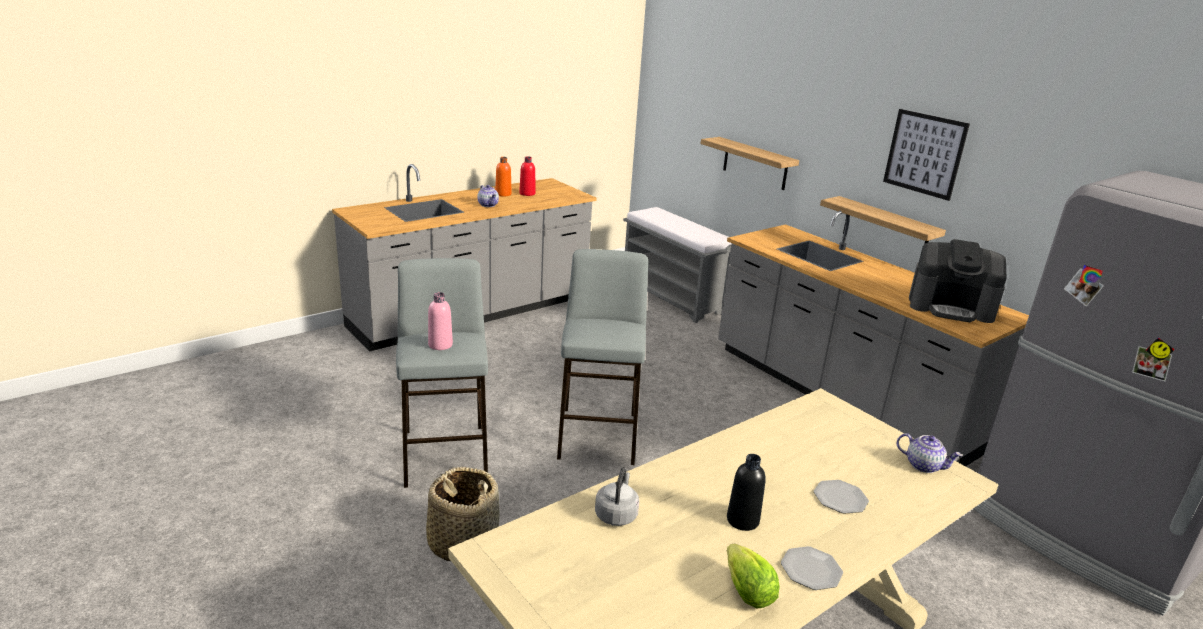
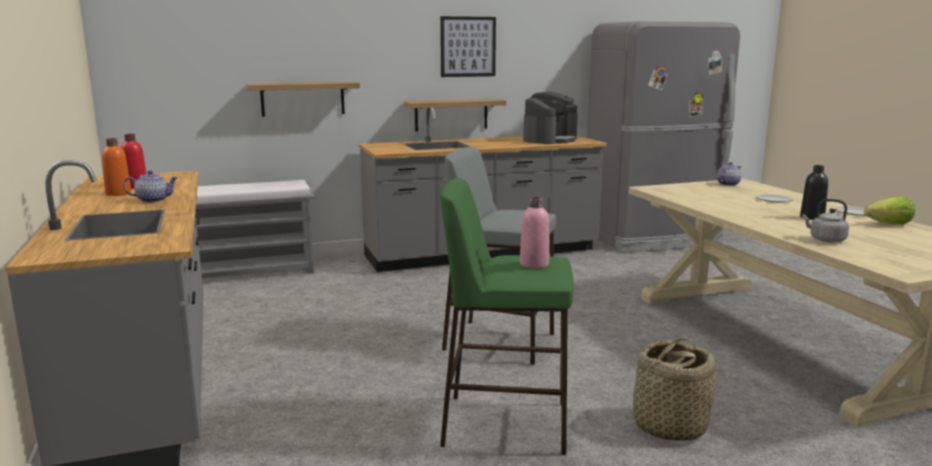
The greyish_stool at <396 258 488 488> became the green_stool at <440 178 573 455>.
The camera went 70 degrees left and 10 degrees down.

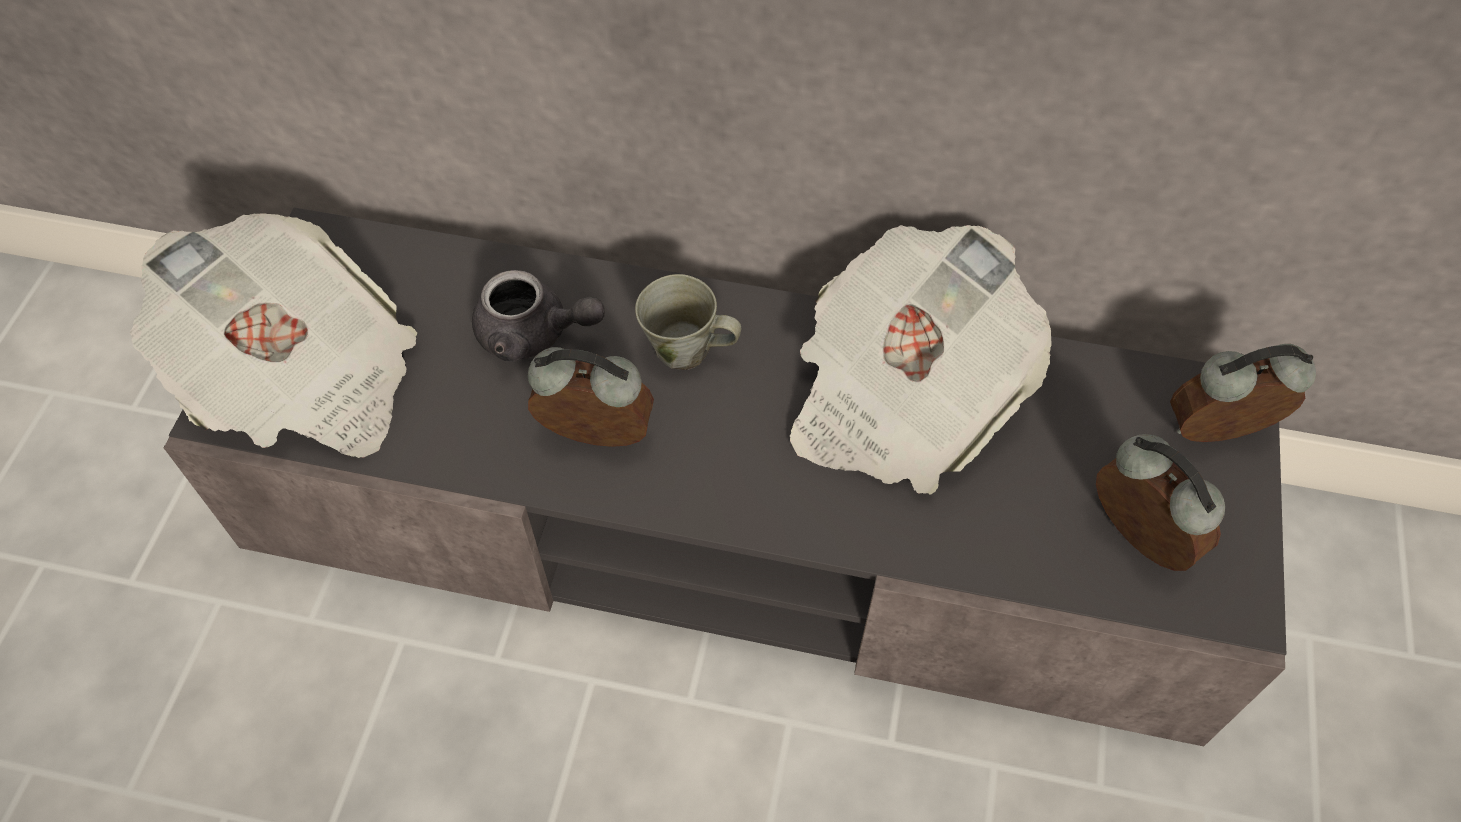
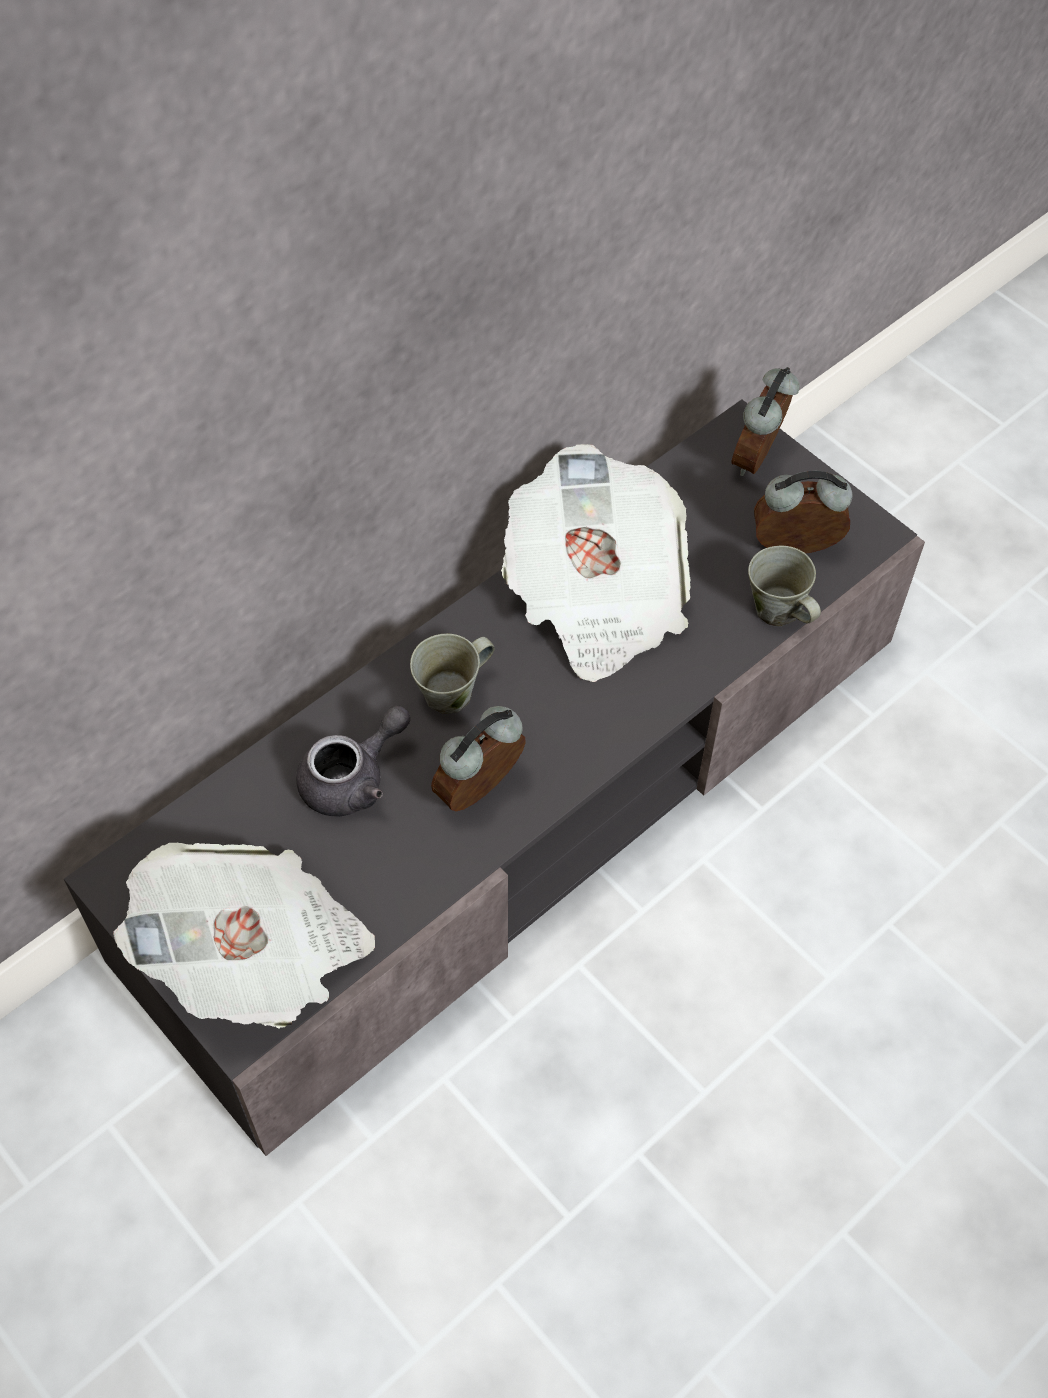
The greyish_tea_mug at <748 546 821 626> appeared.
The camera went 55 degrees left and 0 degrees up.

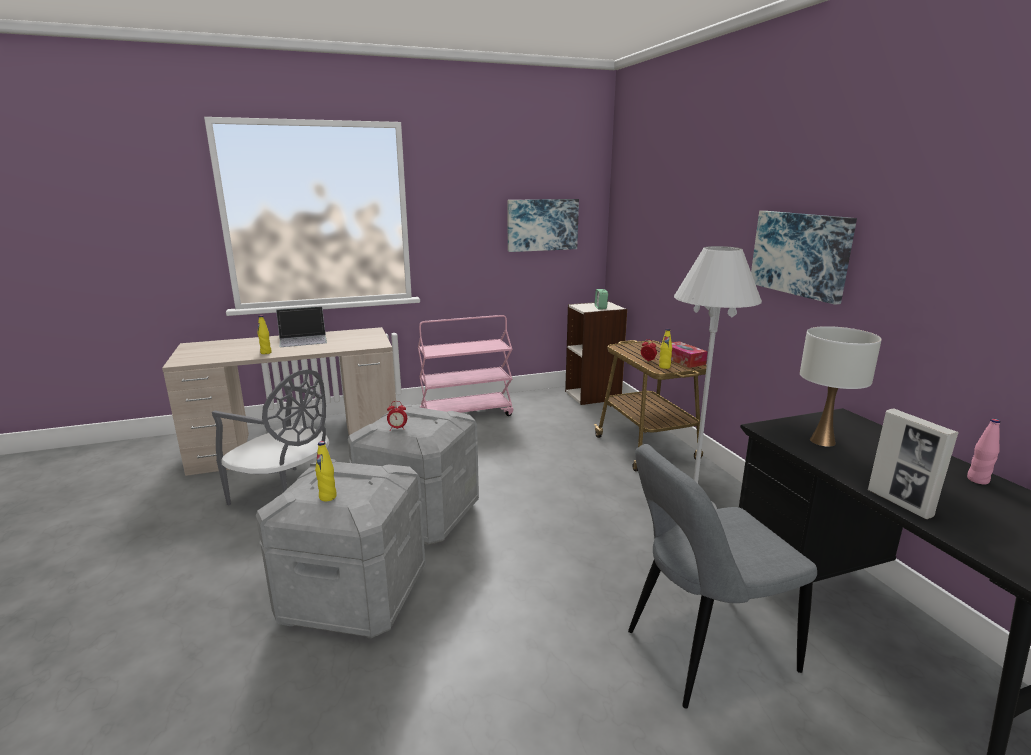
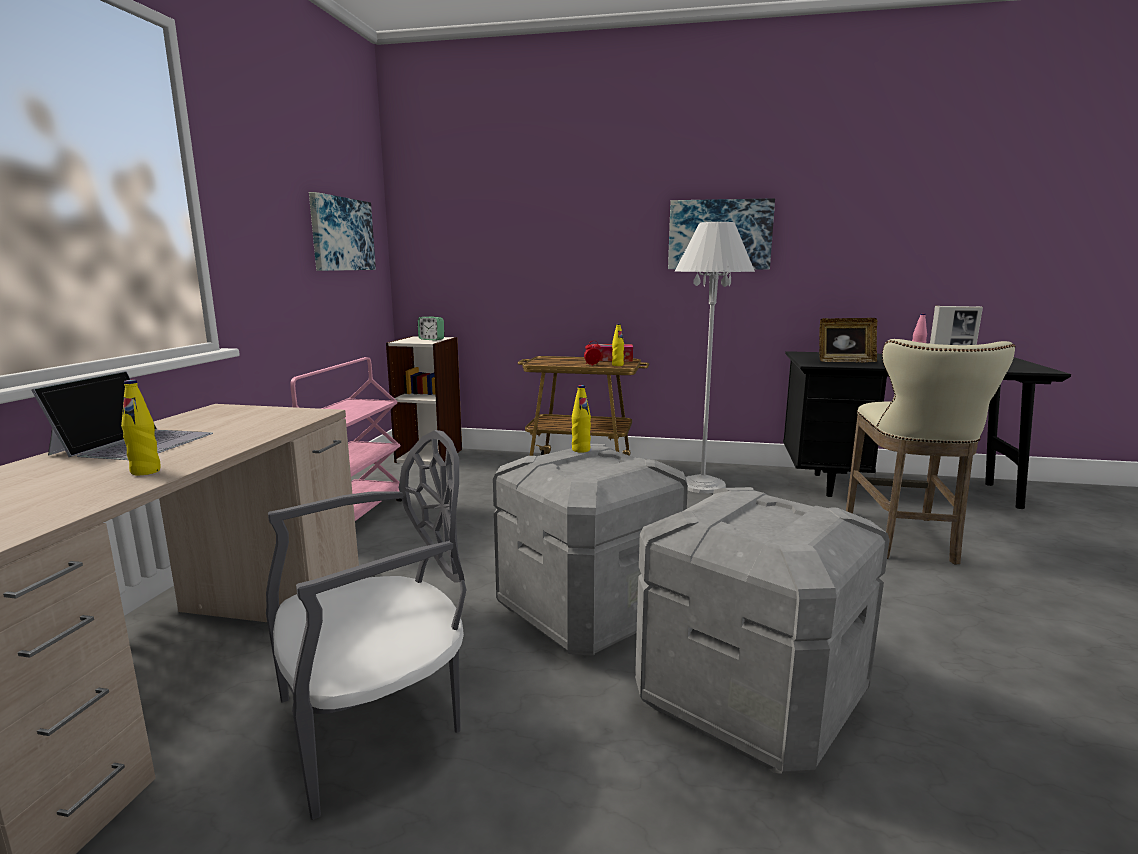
The whitish_tabletop_lamp at <800 326 882 447> was replaced by the picture_frame at <819 318 877 362>.
The table_clock at <387 401 407 431> disappeared.
The yellowish_bottle moved from <315 441 337 501> to <572 385 591 452>.
The greyish_chair at <628 444 817 708> was replaced by the beige-coloured_stool at <846 339 1015 564>.
The camera went 60 degrees left and 5 degrees down.

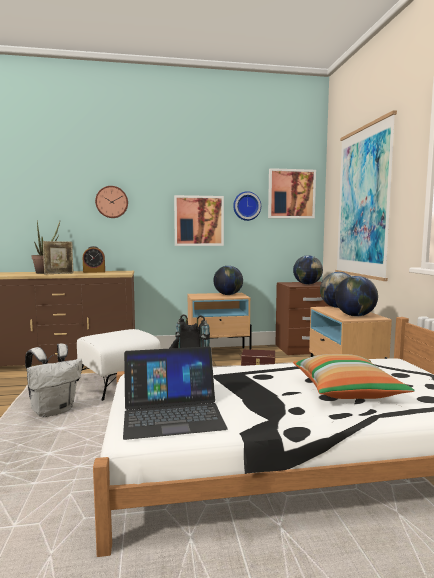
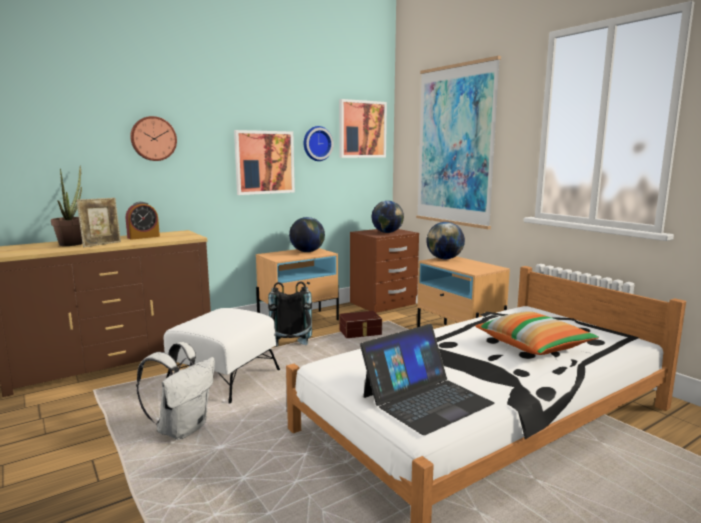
The desk_globe at <335 276 378 317> disappeared.
The camera went 25 degrees left and 5 degrees up.

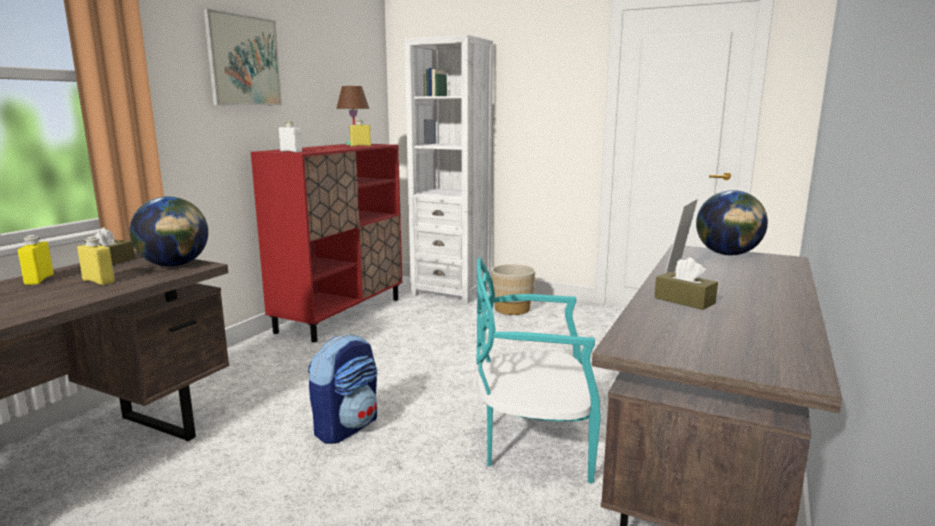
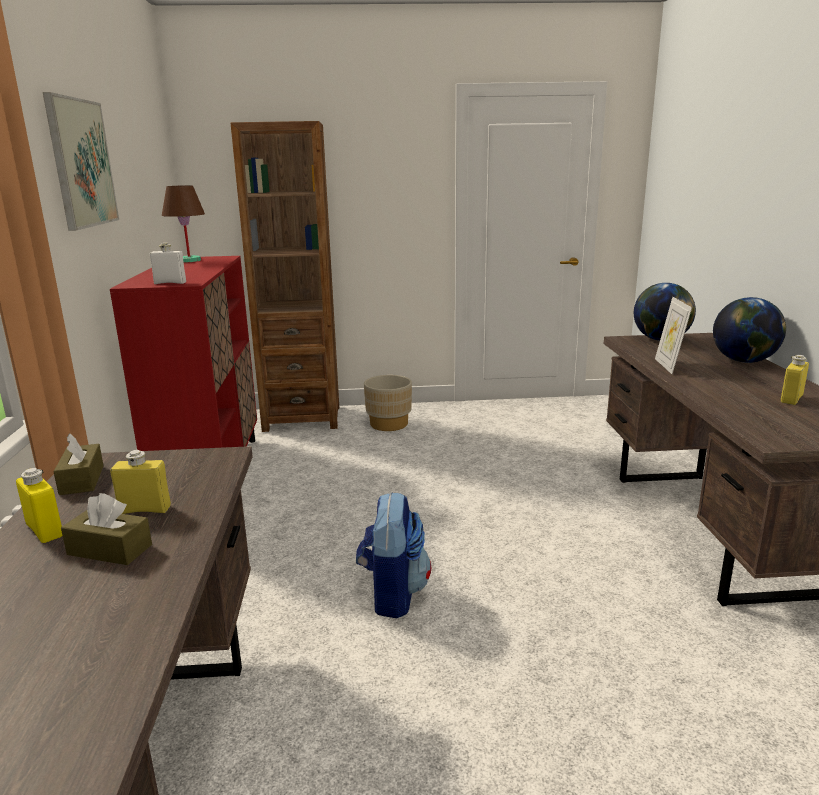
The whitish_bookcase at <404 35 493 304> became the brown_bookcase at <230 121 339 432>.
The yellowish_bottle moved from <349 119 371 147> to <781 355 809 405>.
The desk_globe moved from <130 197 208 267> to <713 297 786 363>.
The brown_tissue_box moved from <654 257 718 310> to <61 493 152 565>.
The turquoise_chair at <476 258 601 483> disappeared.
The camera went 30 degrees left and 5 degrees up.

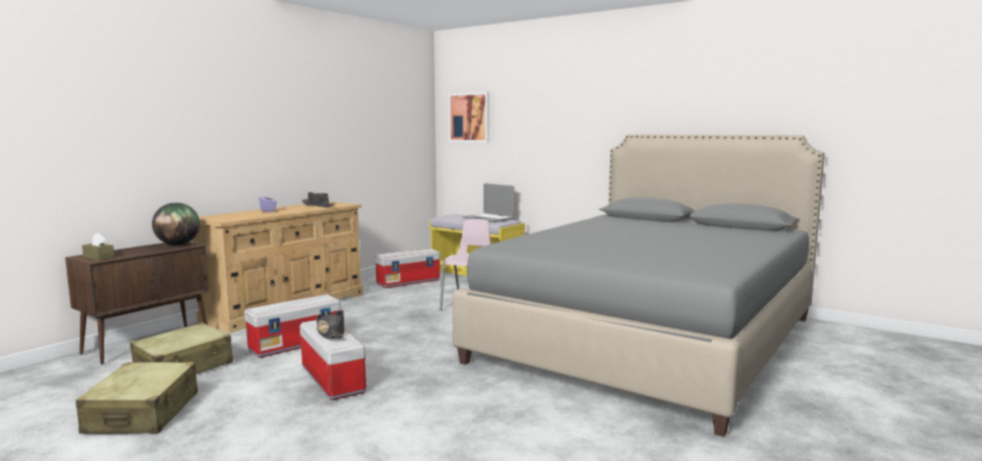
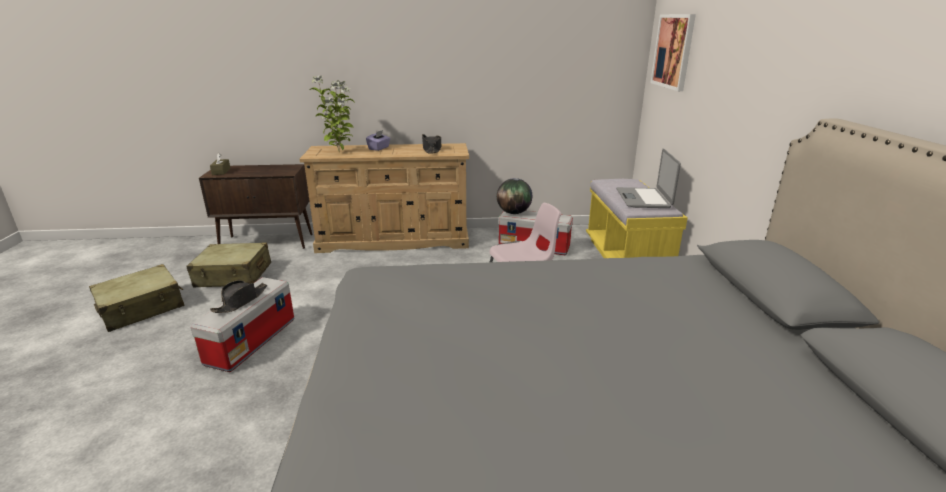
The desk_globe moved from <152 202 200 245> to <497 178 532 214>.
The storage_box at <244 294 341 358> disappeared.
The houseplant at <310 75 355 151> appeared.
The camera went 50 degrees right and 15 degrees up.

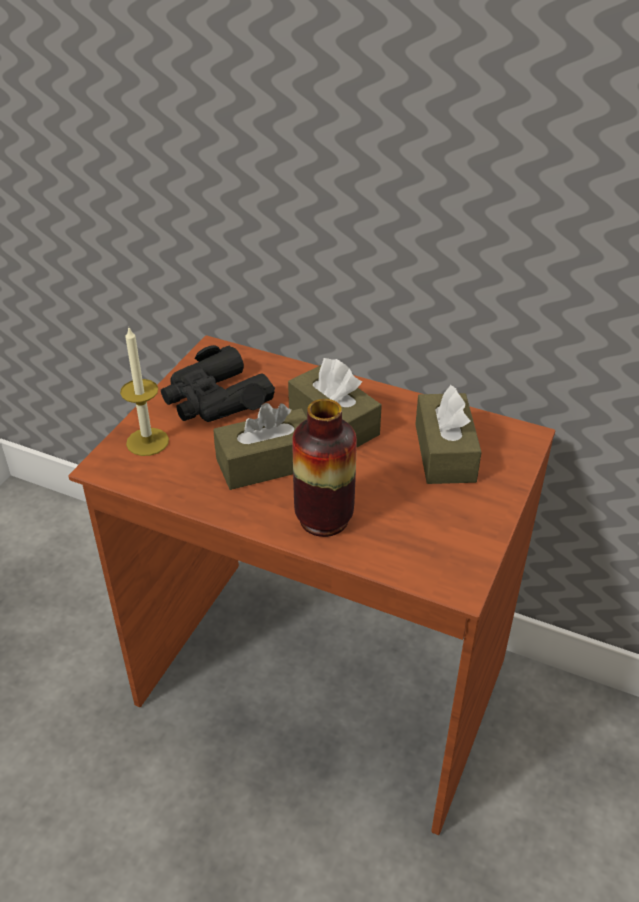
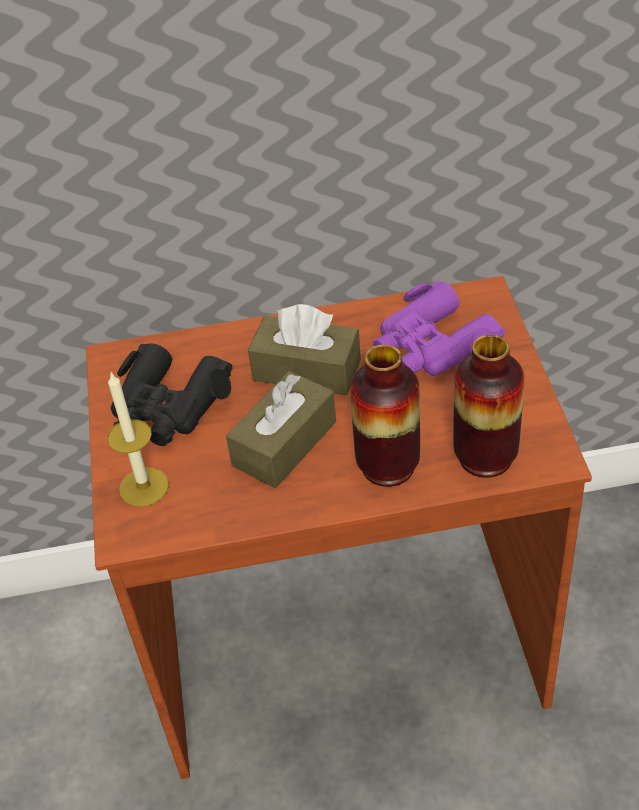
The brown_tissue_box at <415 385 482 484> was replaced by the purple_pair_of_binoculars at <373 280 505 376>.
The vase at <453 335 525 478> appeared.
The camera went 30 degrees left and 5 degrees up.

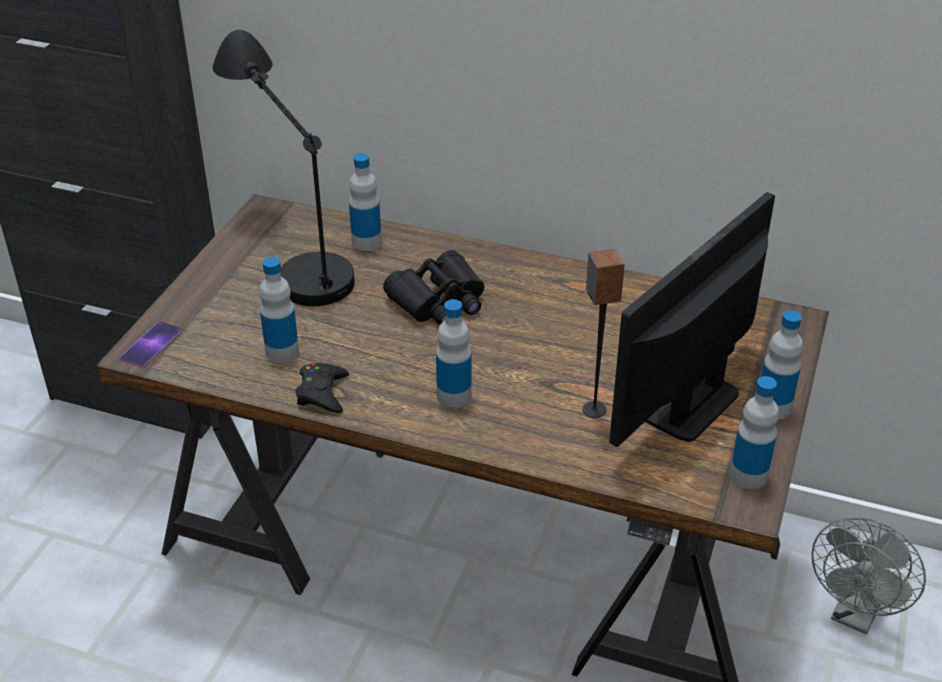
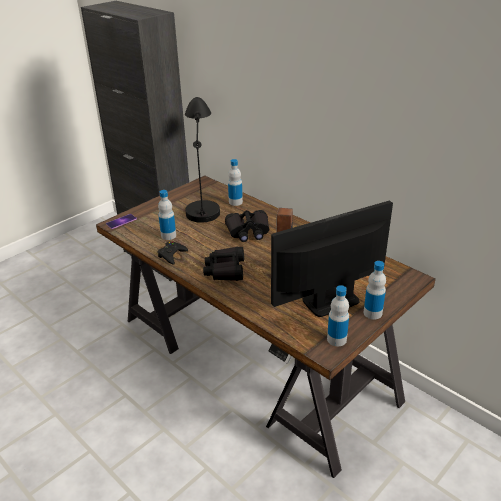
The bottle at <436 299 471 407> was replaced by the black_pair_of_binoculars at <203 247 244 281>.
The greyish_fan at <811 517 926 635> disappeared.
The camera went 25 degrees right and 5 degrees down.

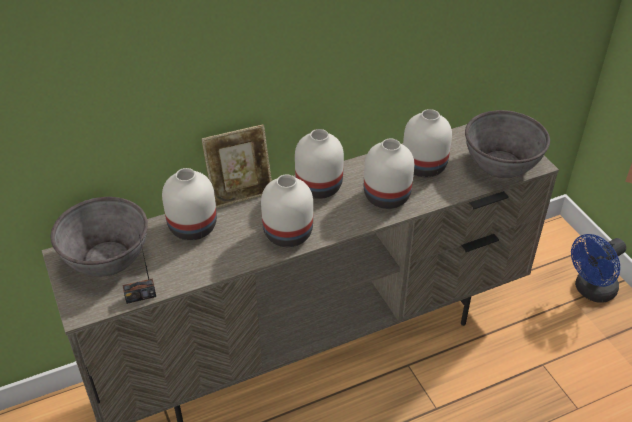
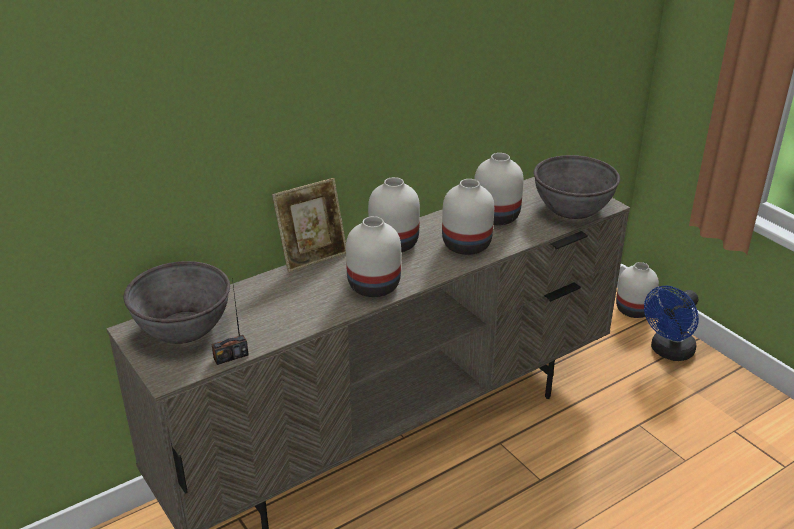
The whitish_vase moved from <162 168 217 240> to <616 262 659 318>.
The camera went 10 degrees left and 10 degrees down.

